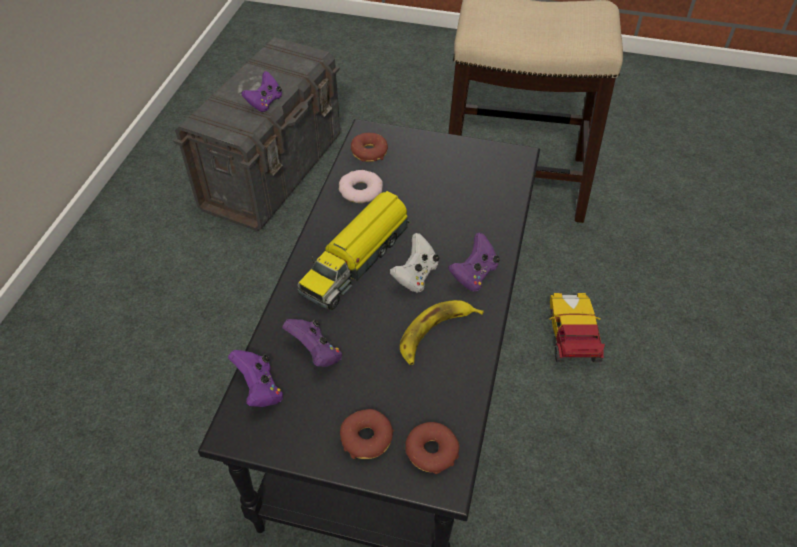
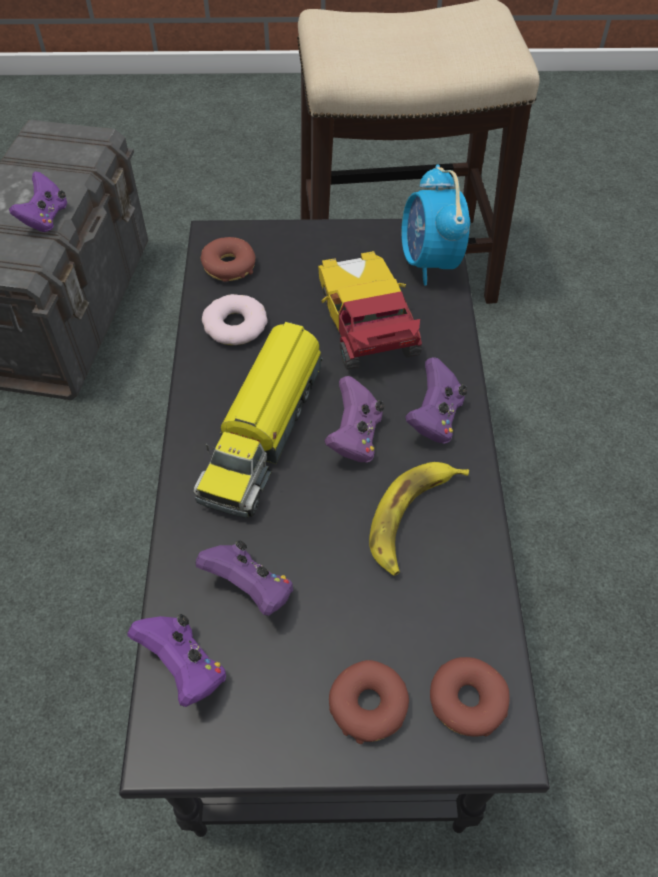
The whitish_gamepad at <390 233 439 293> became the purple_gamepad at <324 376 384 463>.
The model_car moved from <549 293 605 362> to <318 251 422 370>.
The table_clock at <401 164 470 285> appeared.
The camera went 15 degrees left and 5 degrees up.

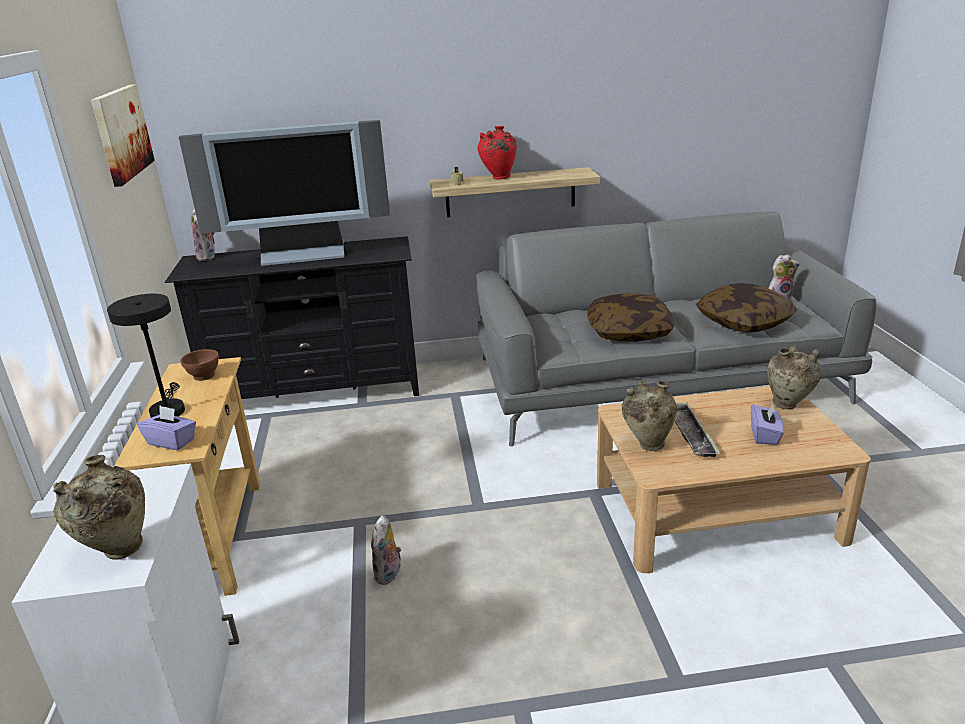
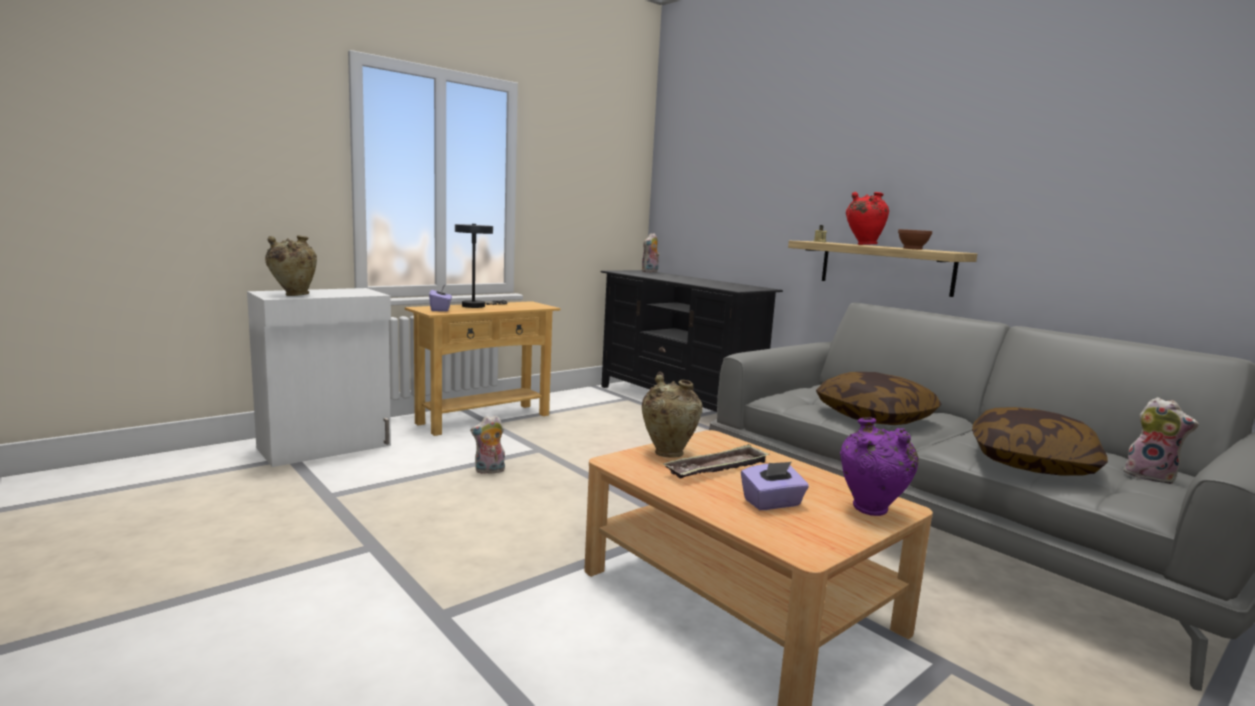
The picture at <91 84 155 187> disappeared.
The TV_set at <179 120 390 266> disappeared.
The beige-coloured_vase at <767 345 822 409> became the purple_vase at <840 417 919 516>.
The brown_deep_dish moved from <180 349 219 381> to <898 229 932 250>.
The camera went 55 degrees right and 15 degrees down.

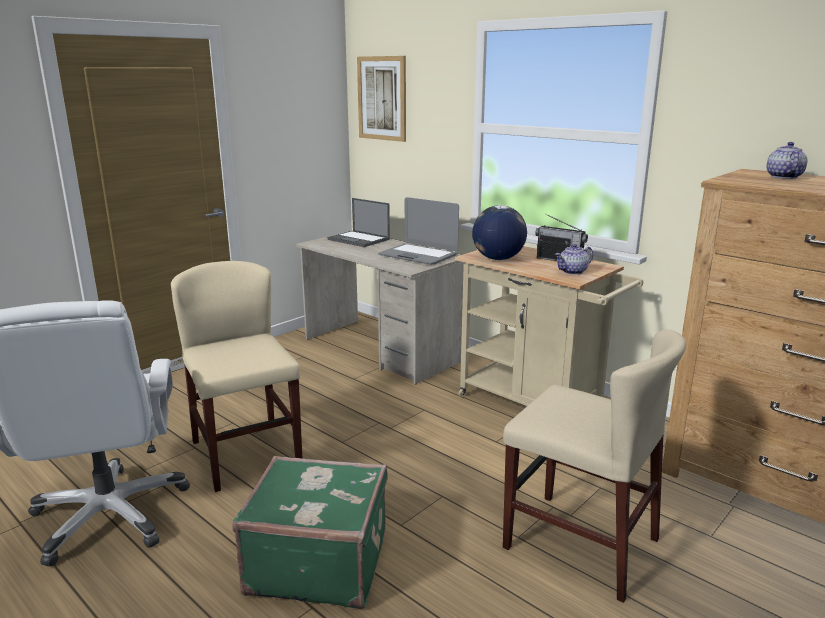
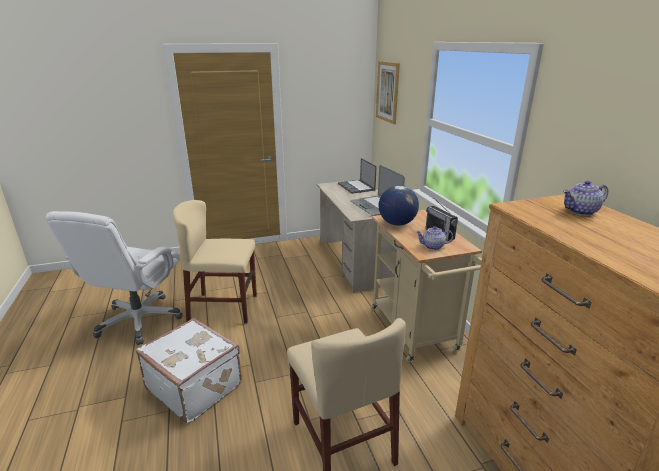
The teapot at <767 142 807 179> turned 150 degrees counterclockwise.
The beige-coloured_chair at <171 261 302 492> turned 90 degrees counterclockwise.
The green_travel_case at <232 456 388 609> became the whitish_travel_case at <136 318 242 423>.
The camera went 30 degrees right and 5 degrees up.

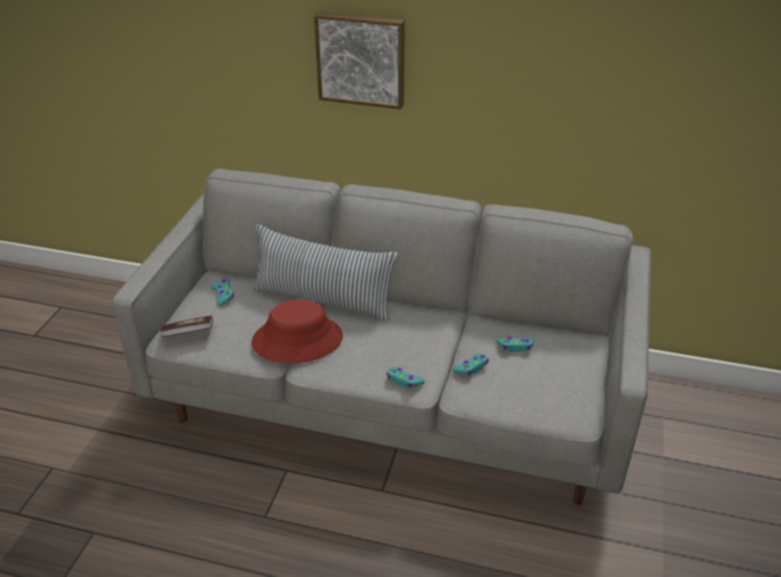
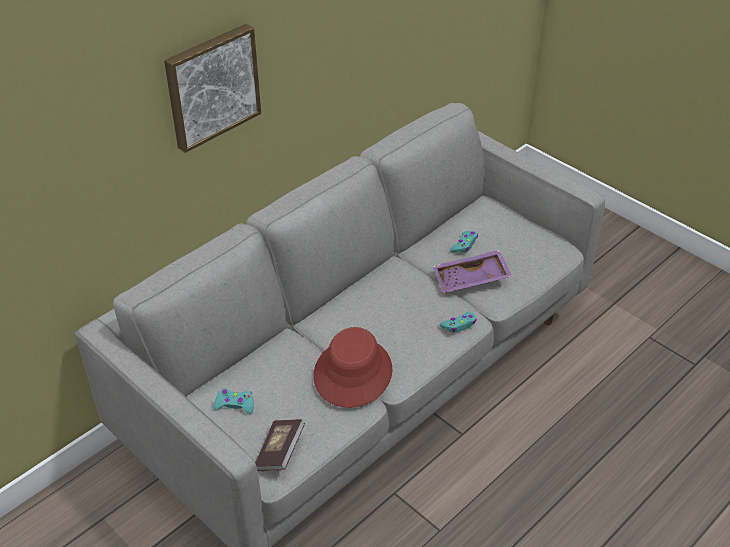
The throw_pillow at <252 224 397 322> disappeared.
The turquoise_gamepad at <453 353 489 375> was replaced by the purple_serving_tray at <433 250 512 293>.
The camera went 60 degrees left and 5 degrees up.

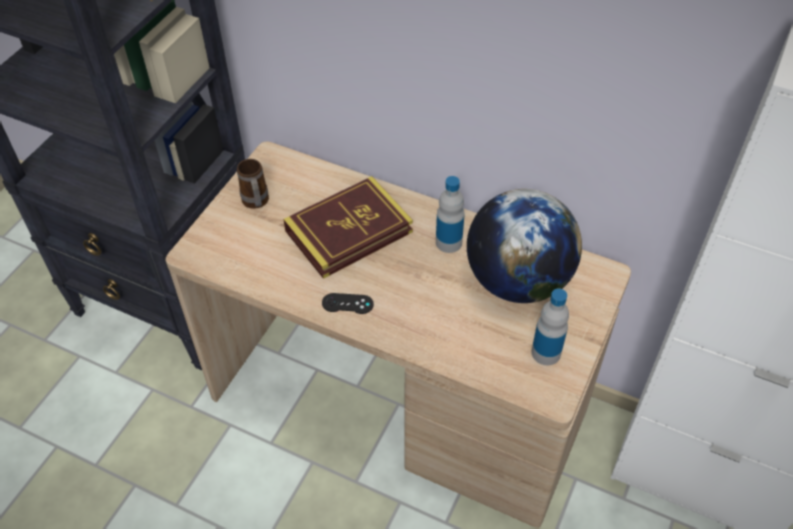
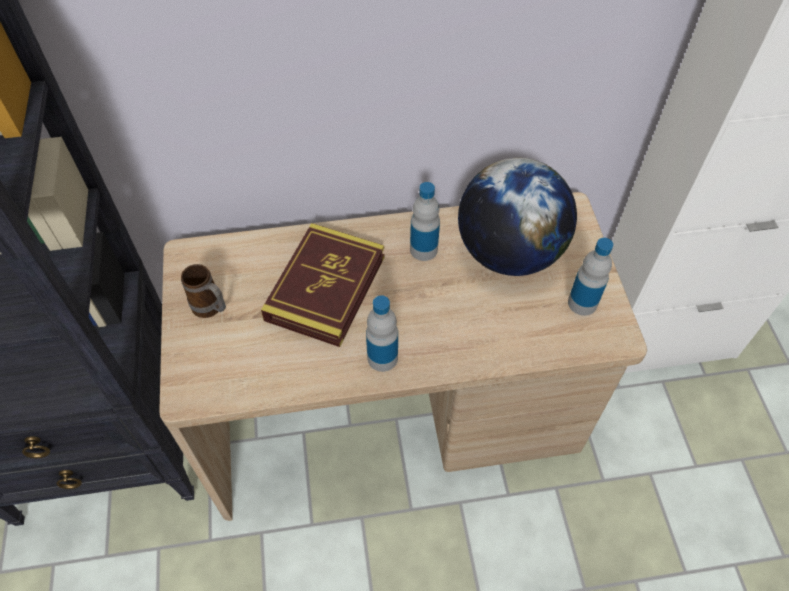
The black_gamepad at <322 293 374 314> was replaced by the bottle at <366 295 398 372>.
The camera went 35 degrees left and 5 degrees up.

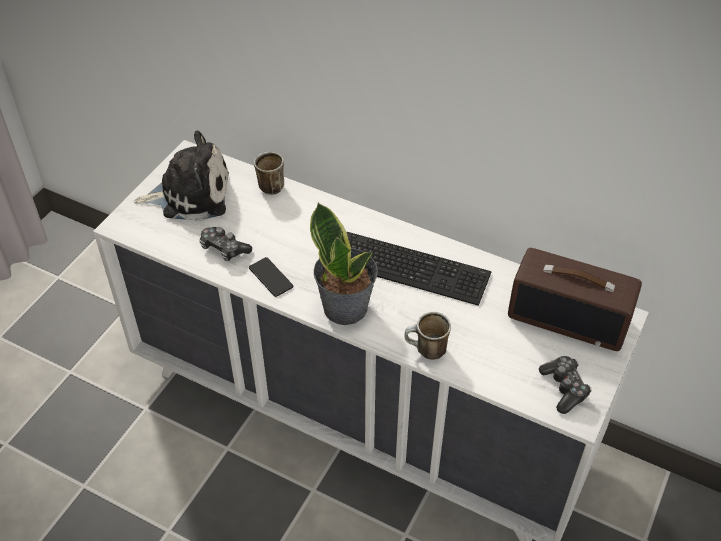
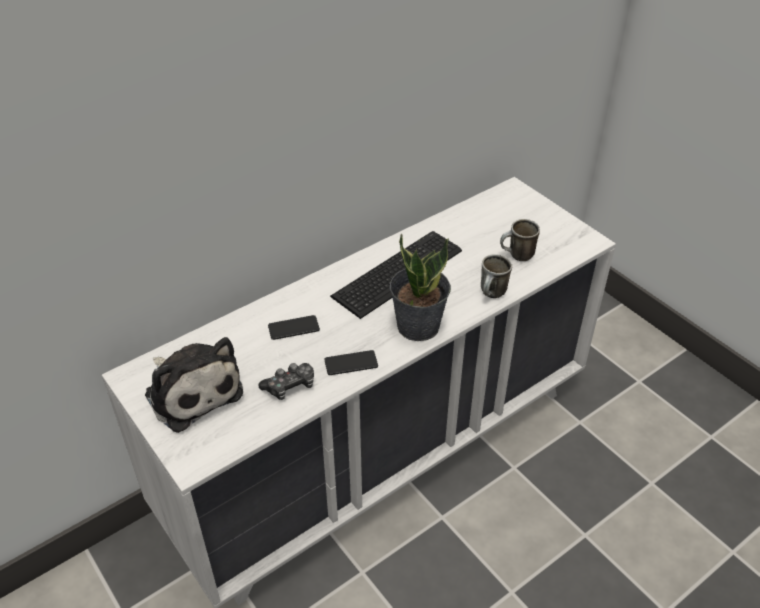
The cuddly_toy at <134 131 229 221> turned 120 degrees clockwise.
The tea_mug moved from <254 152 284 195> to <500 219 540 261>.
The radio_receiver at <508 248 642 351> disappeared.
The gamepad at <539 356 592 414> disappeared.
The handset at <268 315 320 340> appeared.
The camera went 65 degrees left and 5 degrees down.

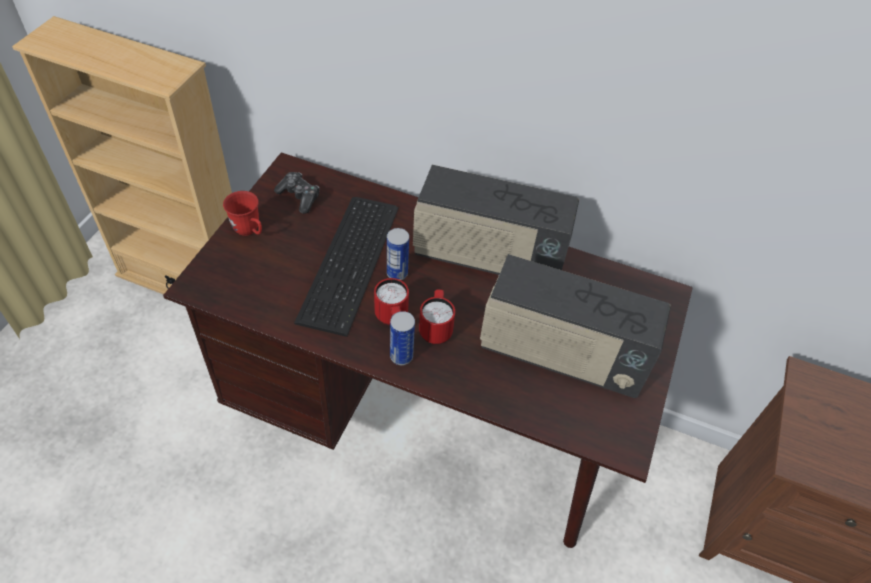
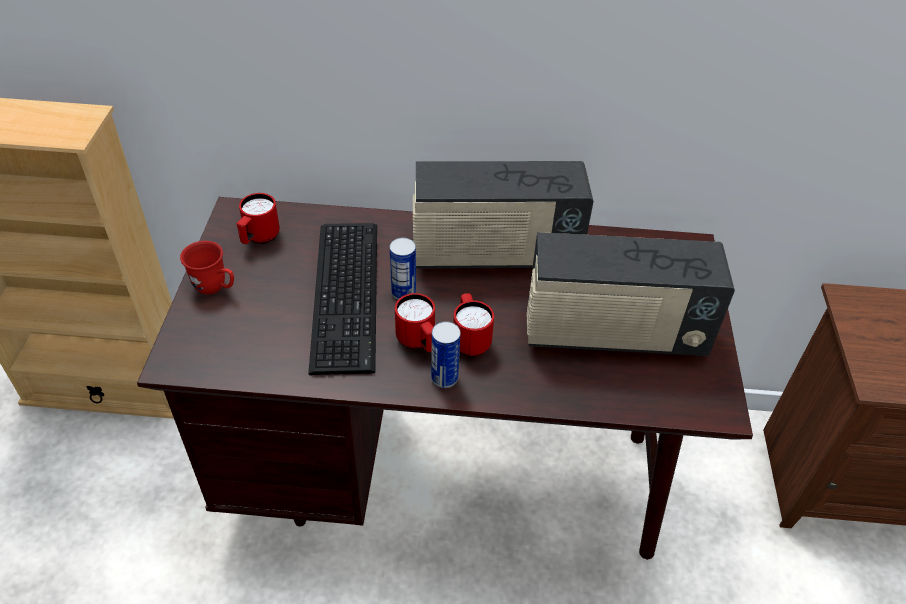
The gamepad at <274 172 320 214> was replaced by the red-coloured_tea_mug at <237 193 280 244>.
The camera went 15 degrees left and 5 degrees down.

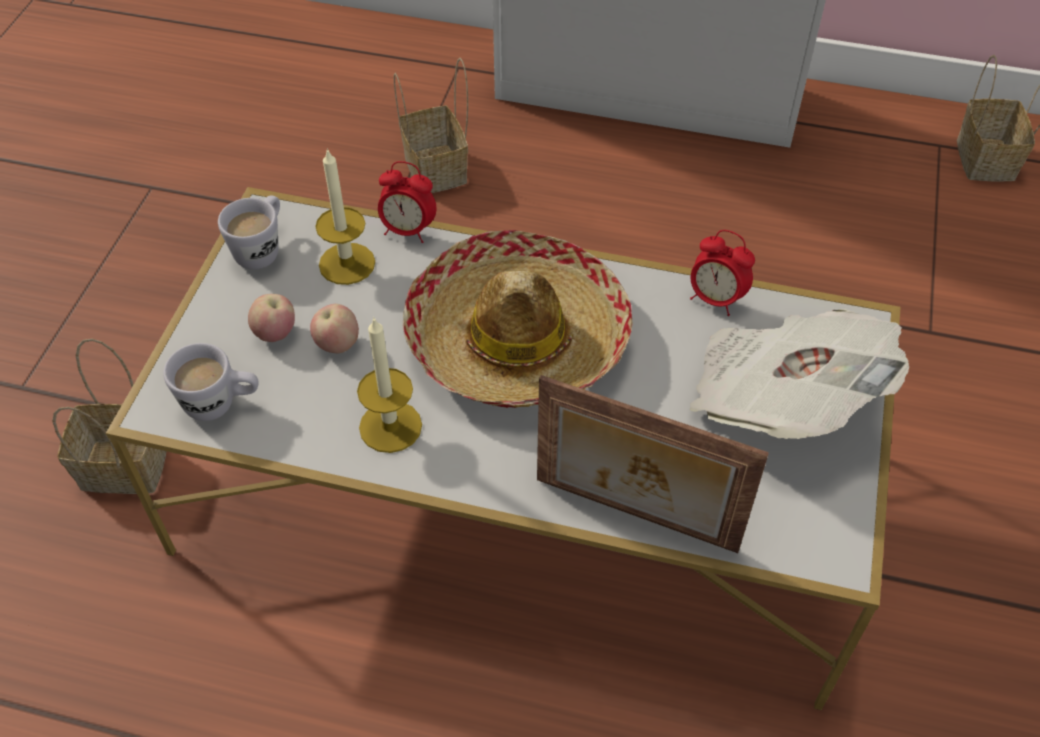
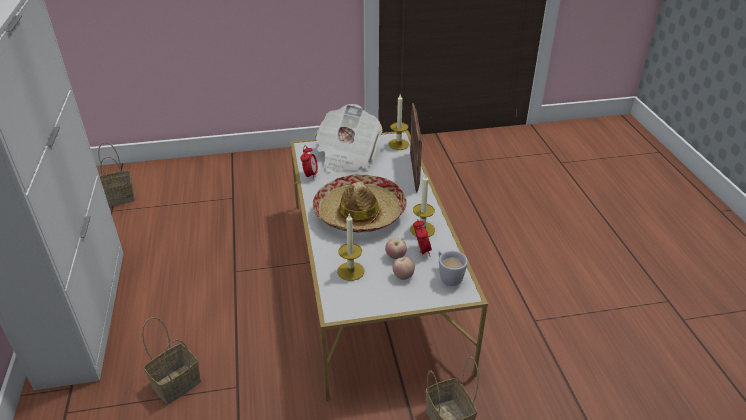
The table_clock moved from <378 161 436 243> to <413 219 432 257>.
The whitish_tea_mug at <218 195 280 270> disappeared.
The candle at <388 94 409 150> appeared.
The camera went 115 degrees left and 15 degrees down.

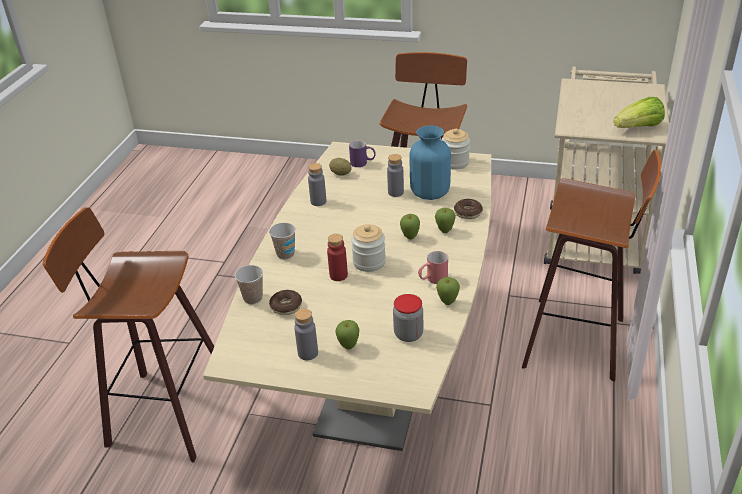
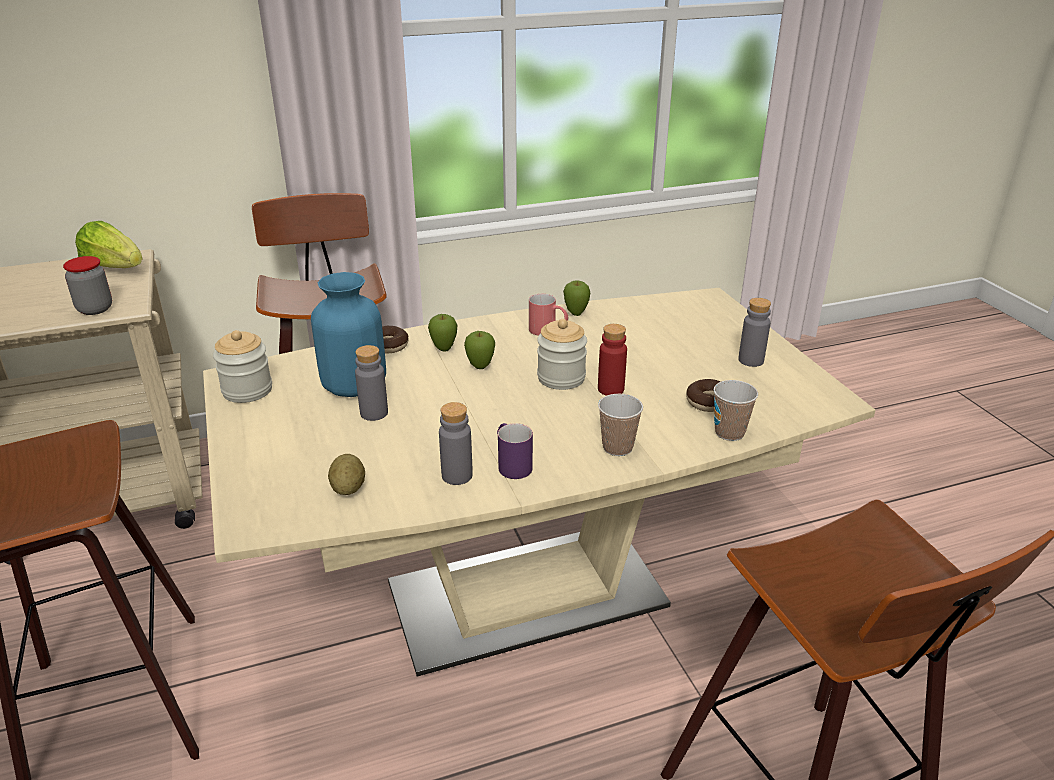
The purple_tea_mug moved from <349 140 376 167> to <497 423 533 479>.
The preserve_jar moved from <393 294 423 342> to <63 256 112 315>.
The apple at <335 320 359 349> disappeared.
The camera went 125 degrees left and 5 degrees down.

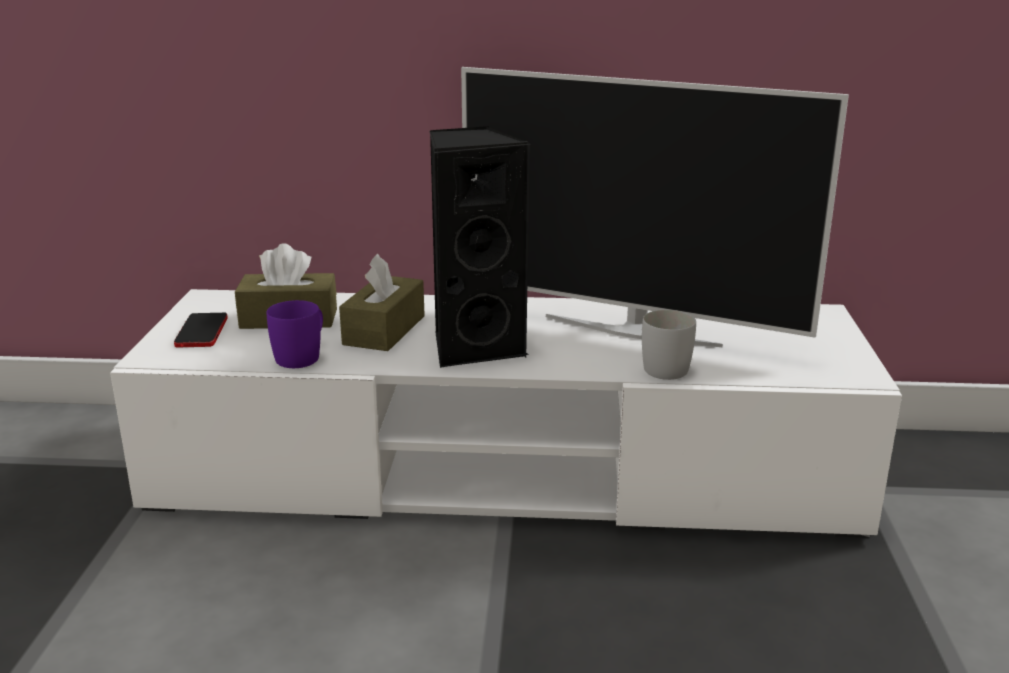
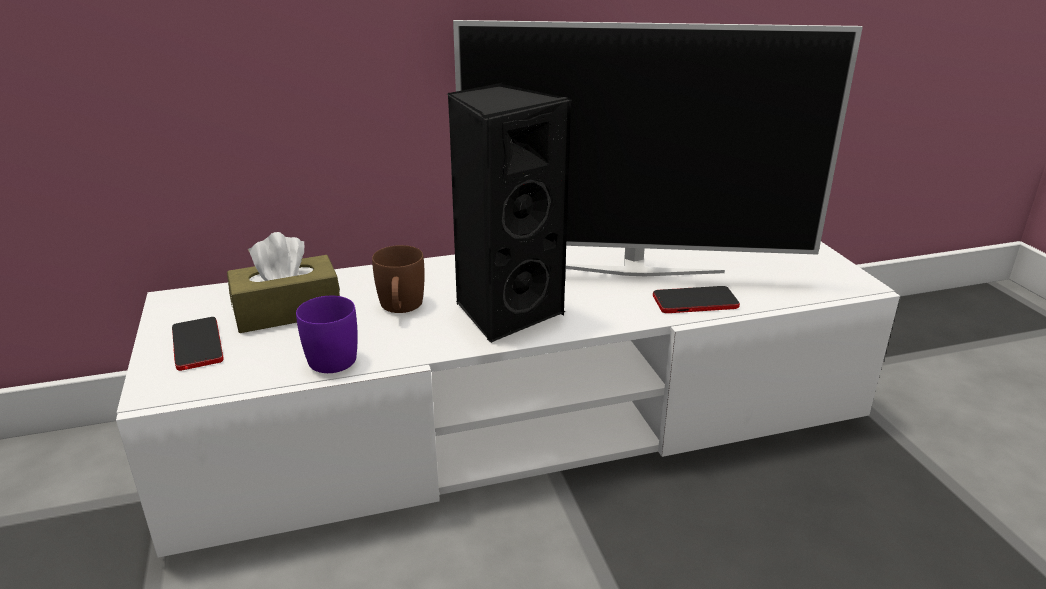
The brown_tissue_box at <339 254 425 351> was replaced by the brown_tea_mug at <372 245 425 313>.
The whitish_tea_mug at <642 310 696 380> was replaced by the handset at <653 286 740 313>.
The camera went 20 degrees left and 5 degrees up.

